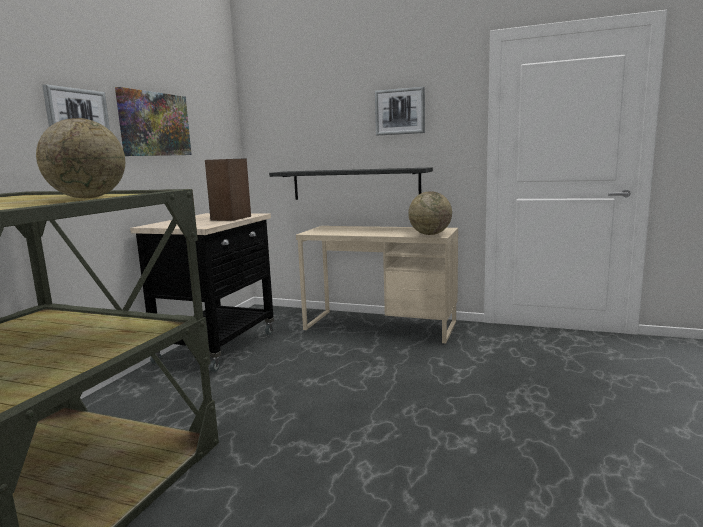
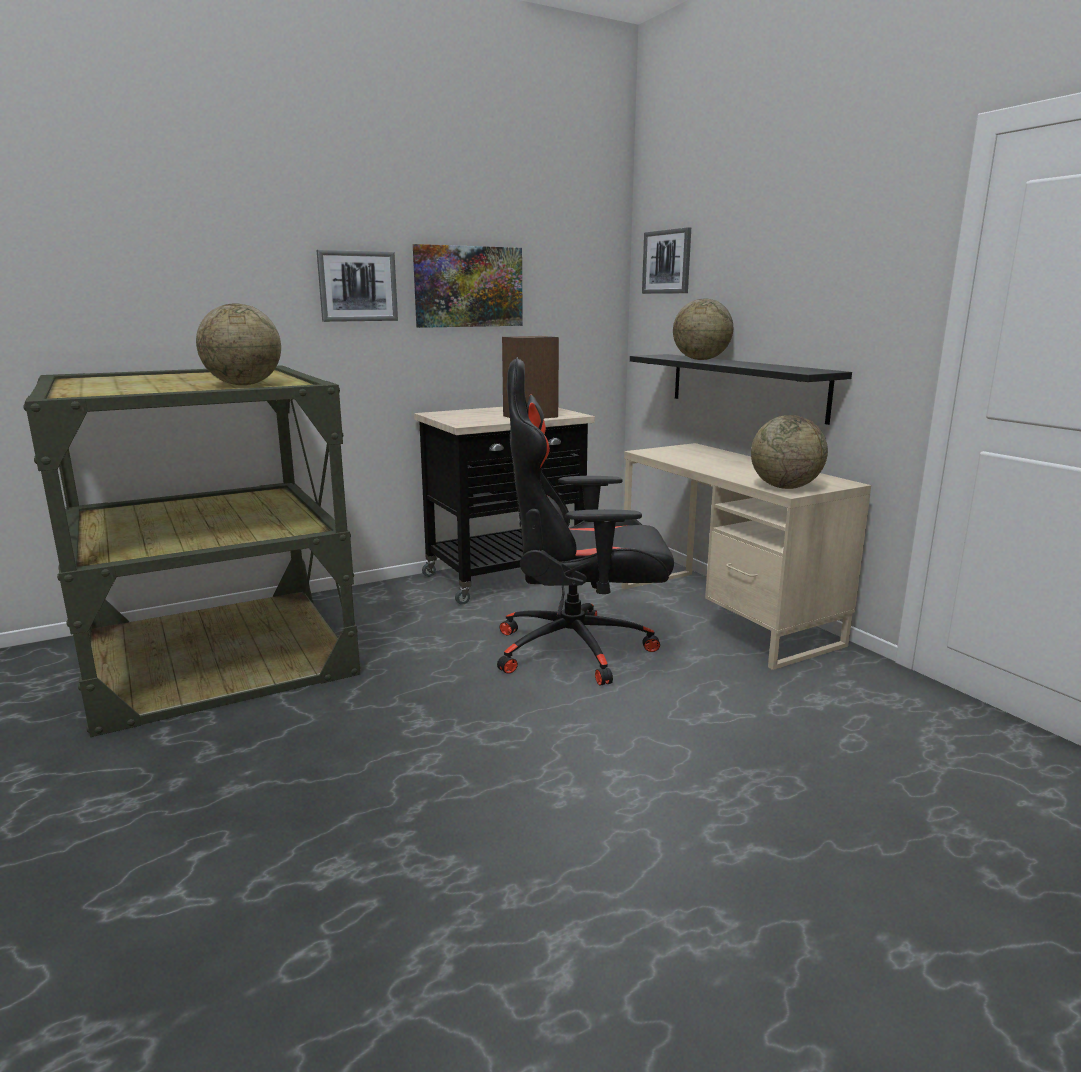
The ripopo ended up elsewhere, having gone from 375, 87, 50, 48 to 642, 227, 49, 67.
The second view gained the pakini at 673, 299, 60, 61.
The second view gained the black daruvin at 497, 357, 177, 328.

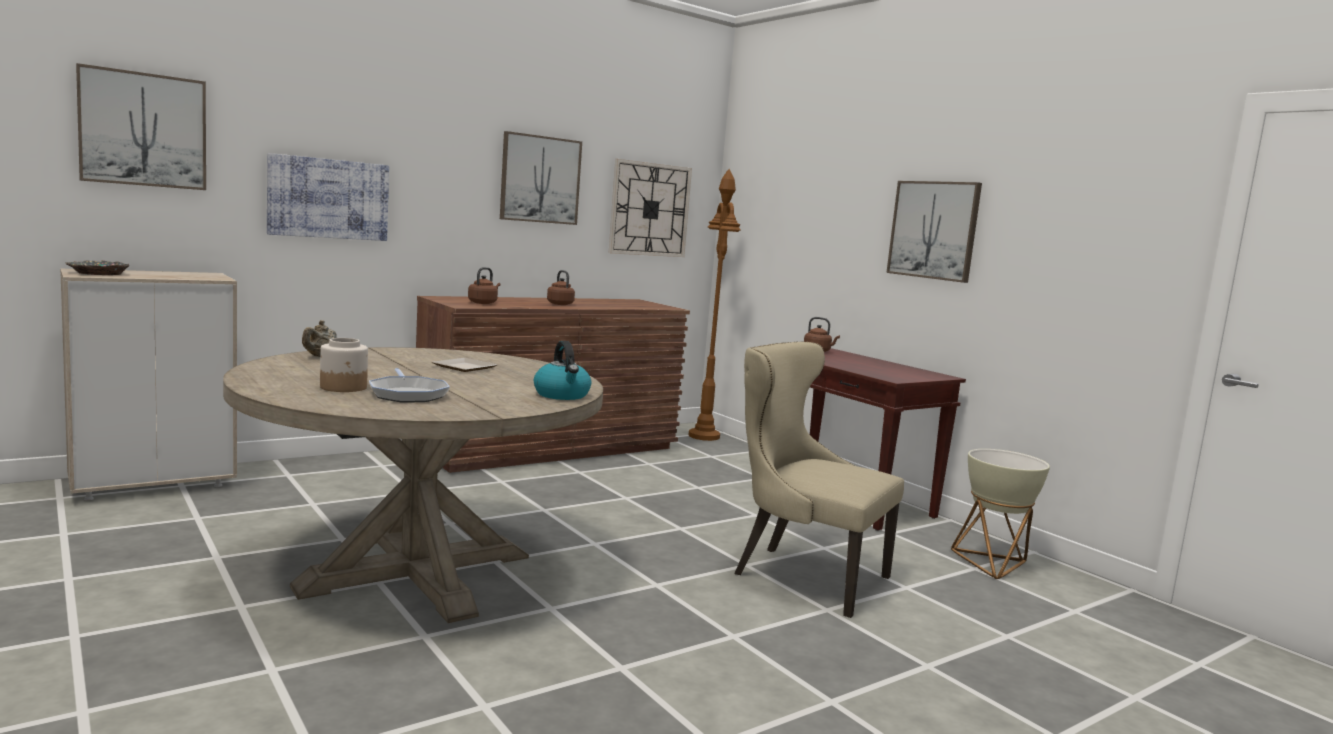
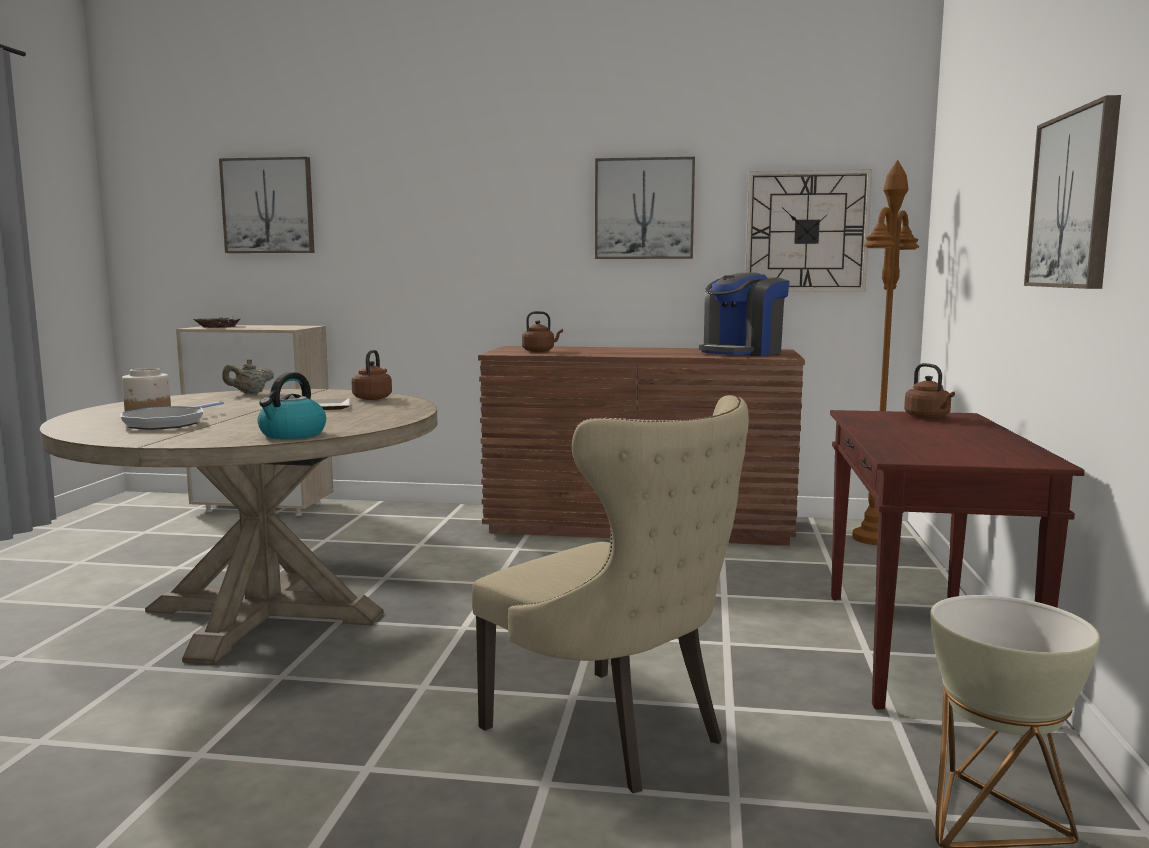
The second view lost the ripopo at 267, 153, 122, 88.
The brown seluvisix ended up elsewhere, having gone from 547, 270, 28, 35 to 351, 350, 41, 50.
The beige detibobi at 735, 341, 169, 277 ended up facing another way, 150 degrees clockwise from before.
The second view gained the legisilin at 699, 272, 90, 84.

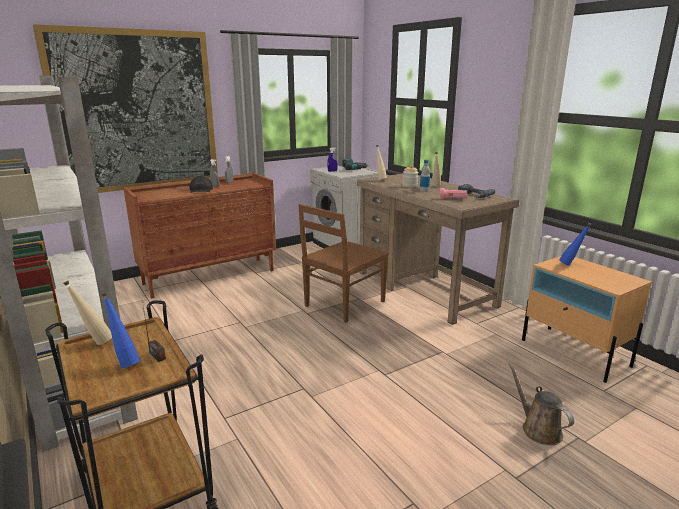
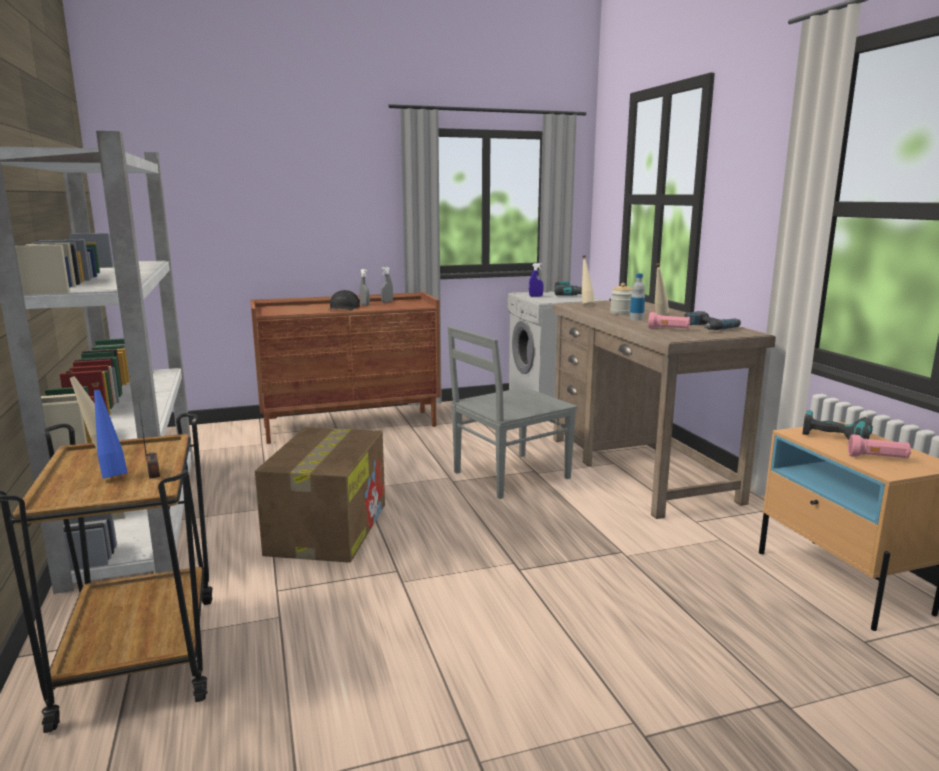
The second view lost the ripopo at 33, 24, 185, 169.
What was the brown detibobi at 298, 204, 91, 119 turned into the grey detibobi at 448, 326, 129, 173.
Where the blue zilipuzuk stood at 559, 223, 33, 42, the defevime came to stand at 802, 410, 71, 30.
The second view lost the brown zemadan at 508, 363, 66, 82.
The second view gained the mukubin at 255, 427, 130, 136.
The second view gained the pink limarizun at 848, 434, 63, 25.

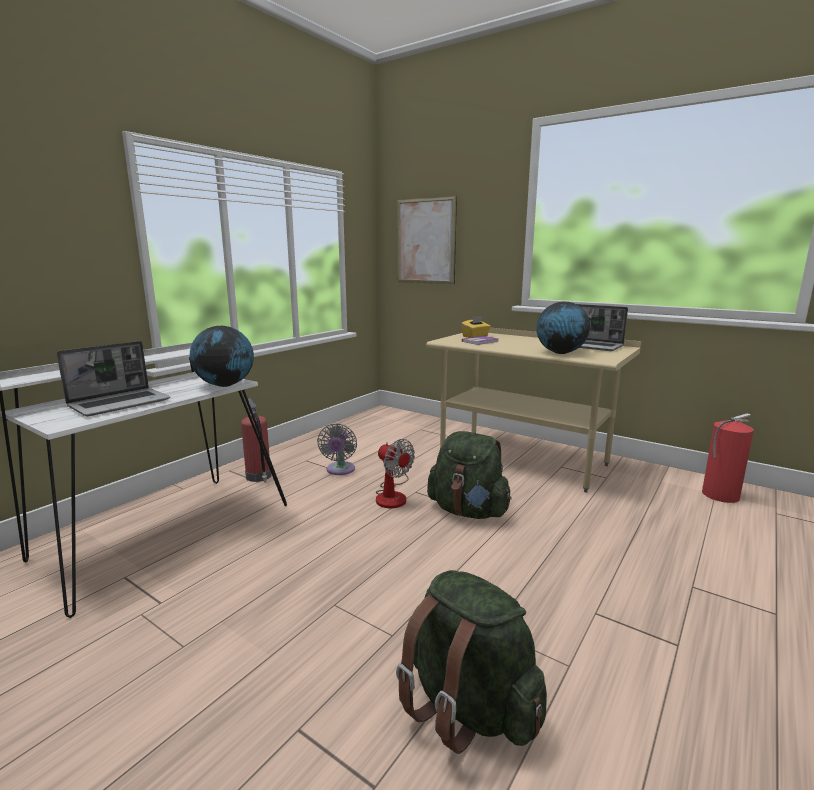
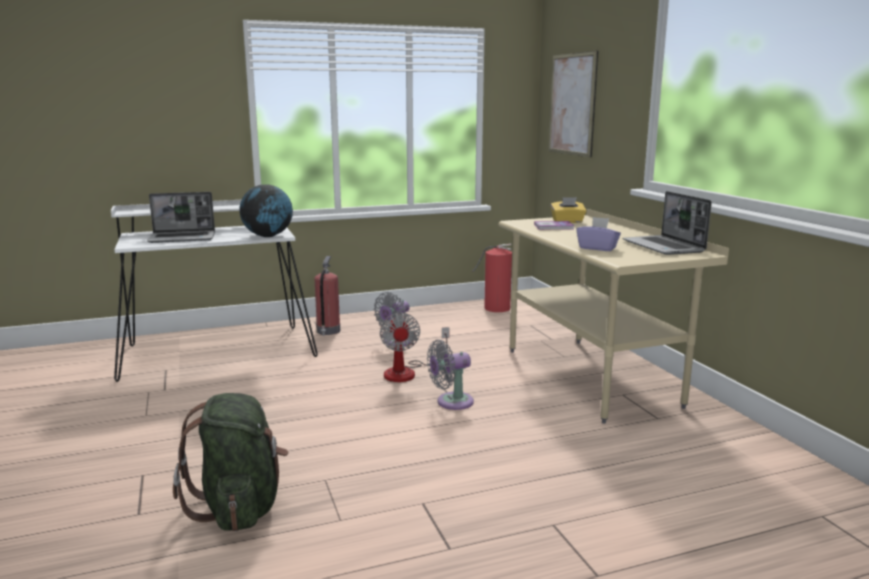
Where the pakini stood at 536, 302, 54, 52, the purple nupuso came to stand at 576, 217, 45, 34.
The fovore ended up elsewhere, having gone from 702, 413, 52, 90 to 472, 244, 40, 68.
Where the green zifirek stood at 427, 431, 85, 88, the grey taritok came to stand at 427, 340, 47, 70.

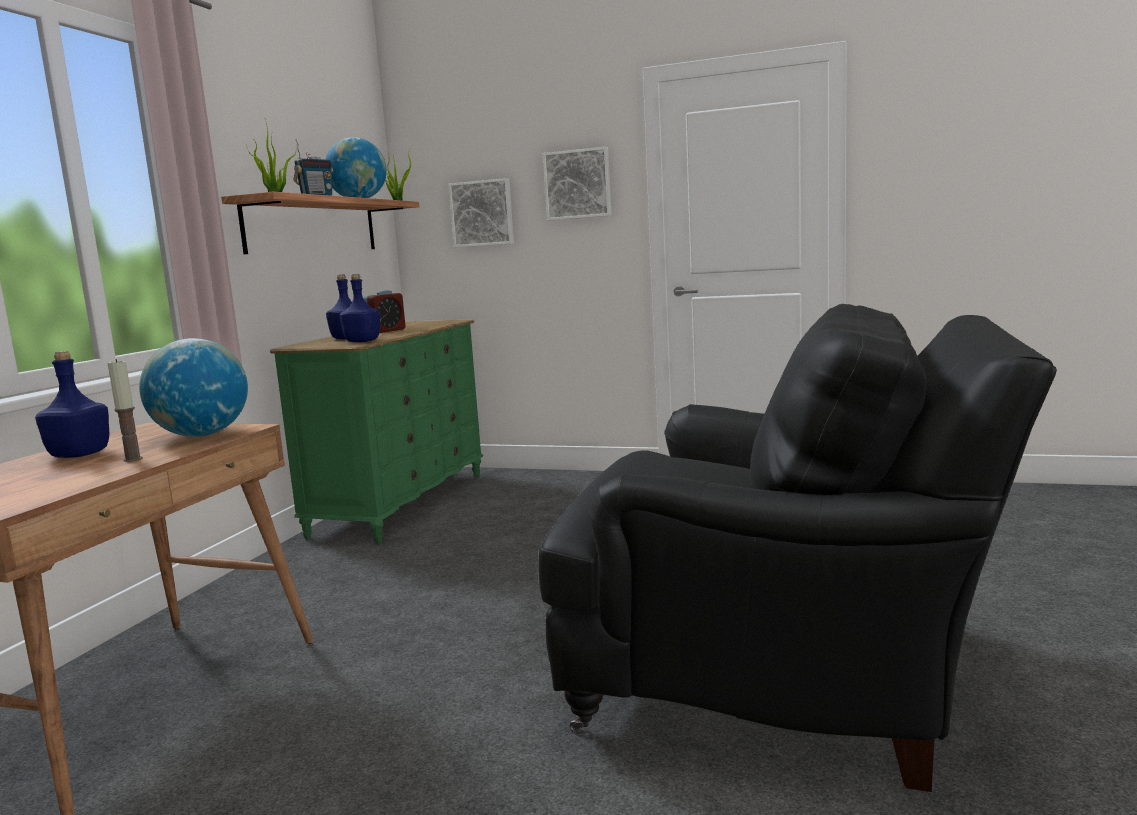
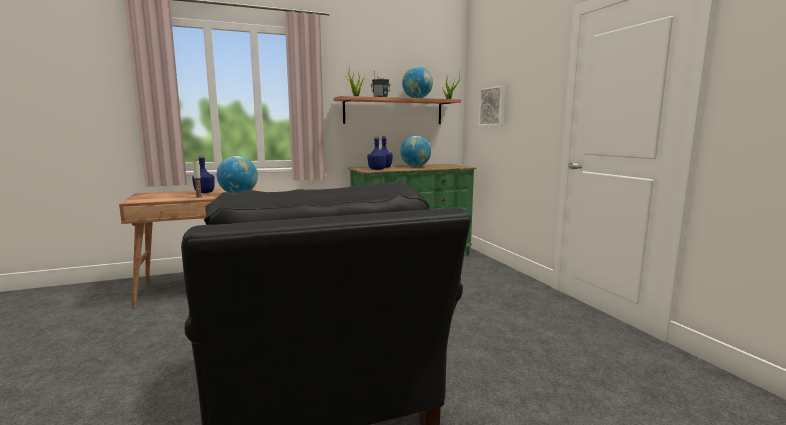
The second view lost the ripopo at 543, 147, 69, 73.
Where the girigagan stood at 363, 290, 42, 43, the pakini came to stand at 400, 136, 31, 31.

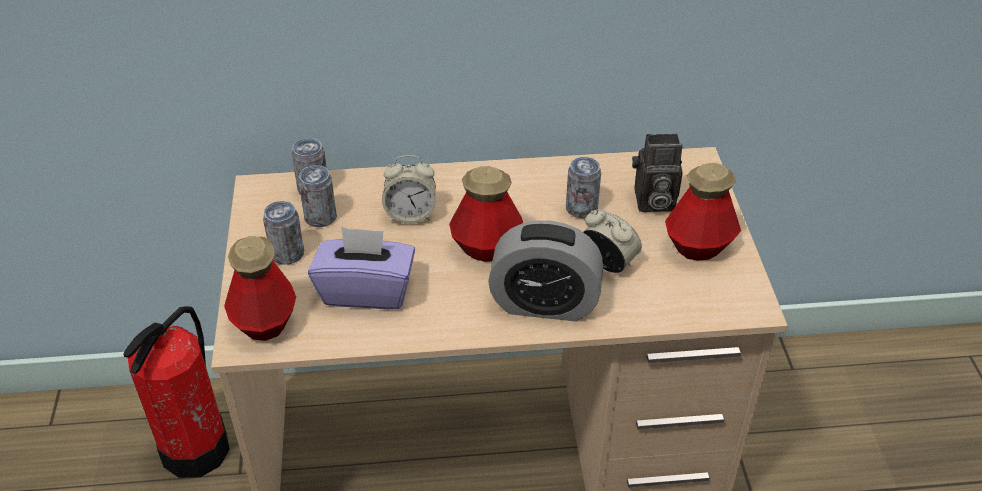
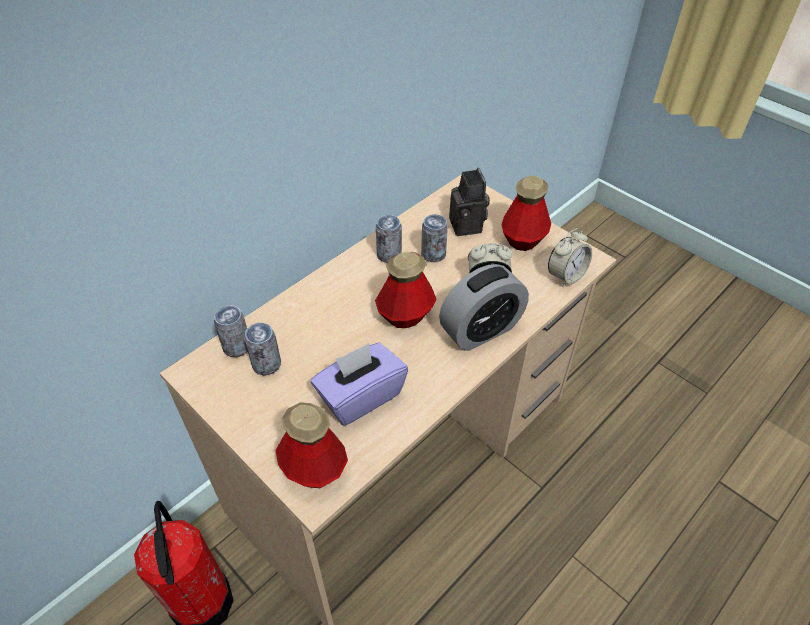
The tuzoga at 632, 134, 51, 78 ended up facing another way, 60 degrees counterclockwise from before.
The girigagan ended up elsewhere, having gone from 382, 155, 54, 69 to 548, 228, 44, 59.
The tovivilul ended up elsewhere, having gone from 263, 201, 41, 64 to 376, 215, 26, 48.

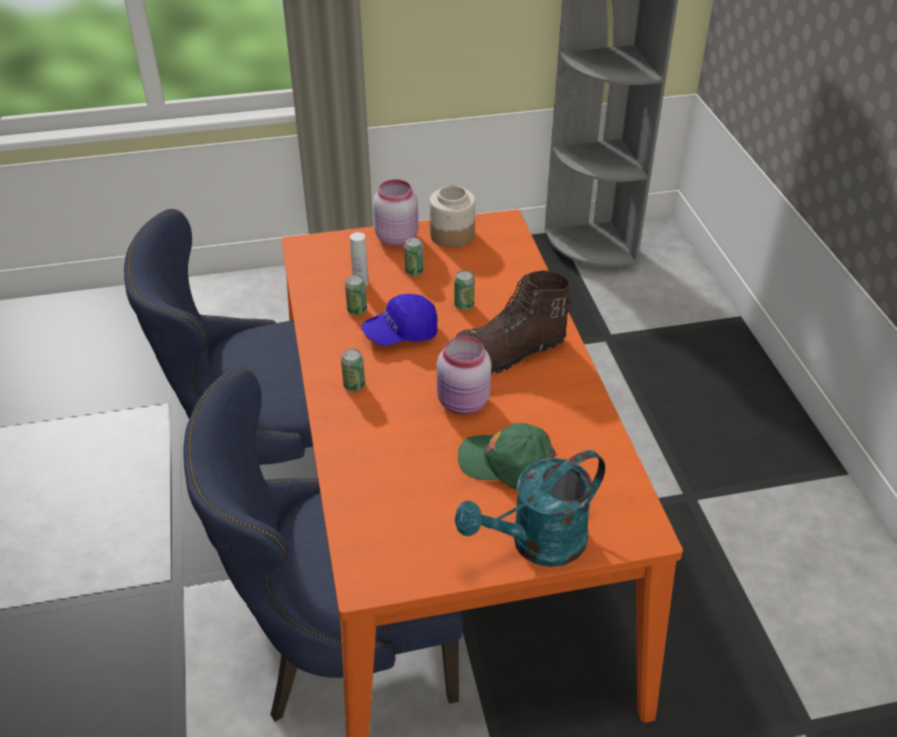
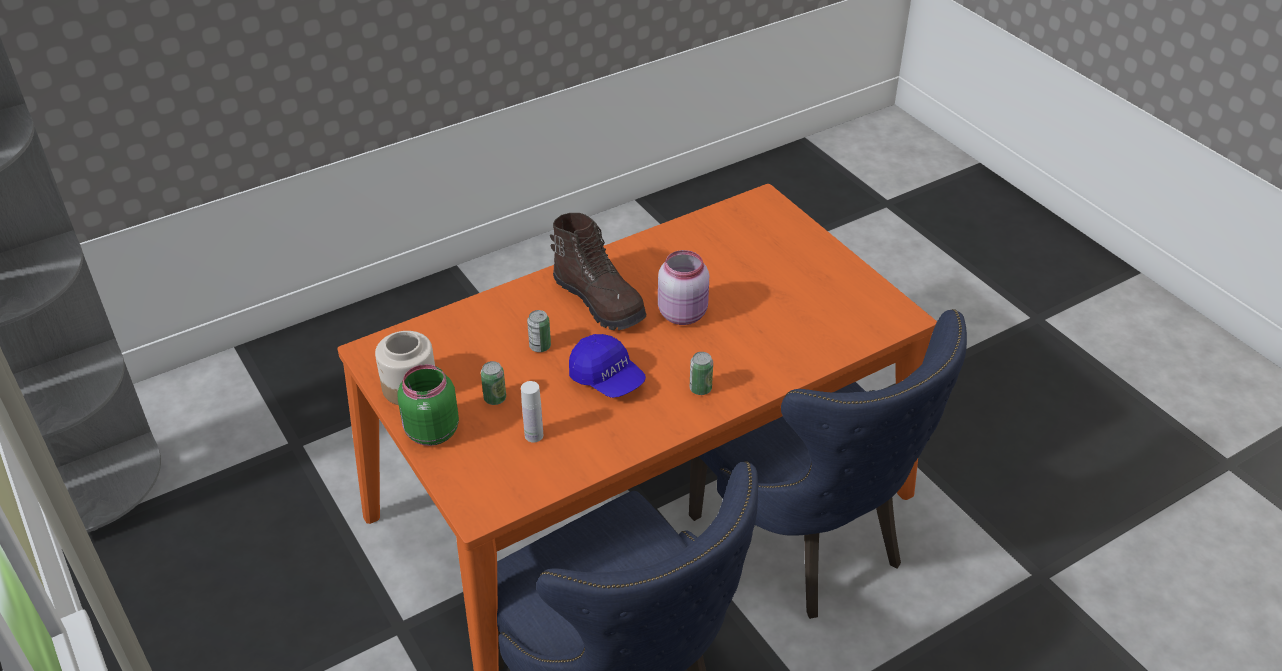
What was the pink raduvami at 373, 179, 45, 67 turned into the green raduvami at 397, 364, 62, 82.
The second view lost the tovivilul at 345, 275, 22, 40.
The second view lost the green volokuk at 458, 423, 99, 67.
The second view lost the turquoise zemadan at 455, 450, 150, 117.

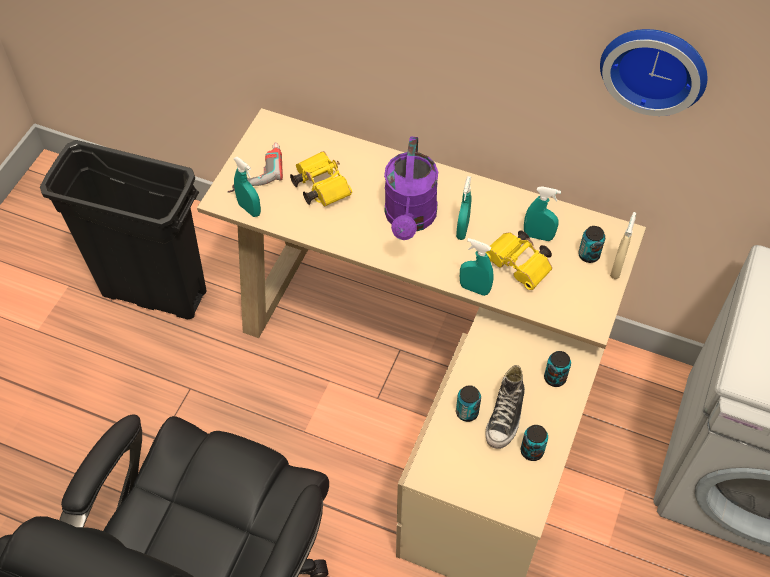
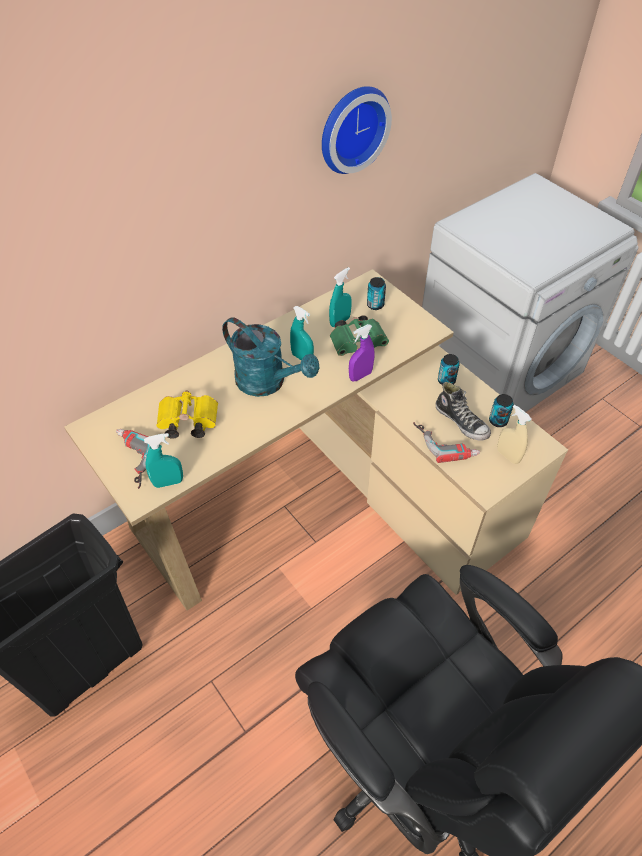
What was the purple zemadan at 384, 136, 54, 104 turned into the turquoise zemadan at 222, 317, 98, 80.
The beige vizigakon ended up elsewhere, having gone from 610, 212, 26, 67 to 497, 405, 35, 59.
What was the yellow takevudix at 486, 231, 66, 59 turned into the green takevudix at 330, 315, 59, 41.
What was the turquoise vizigakon at 460, 238, 34, 58 turned into the purple vizigakon at 349, 324, 25, 57.
Where the tovivilul stood at 456, 385, 25, 37, the defevime came to stand at 413, 422, 67, 41.

